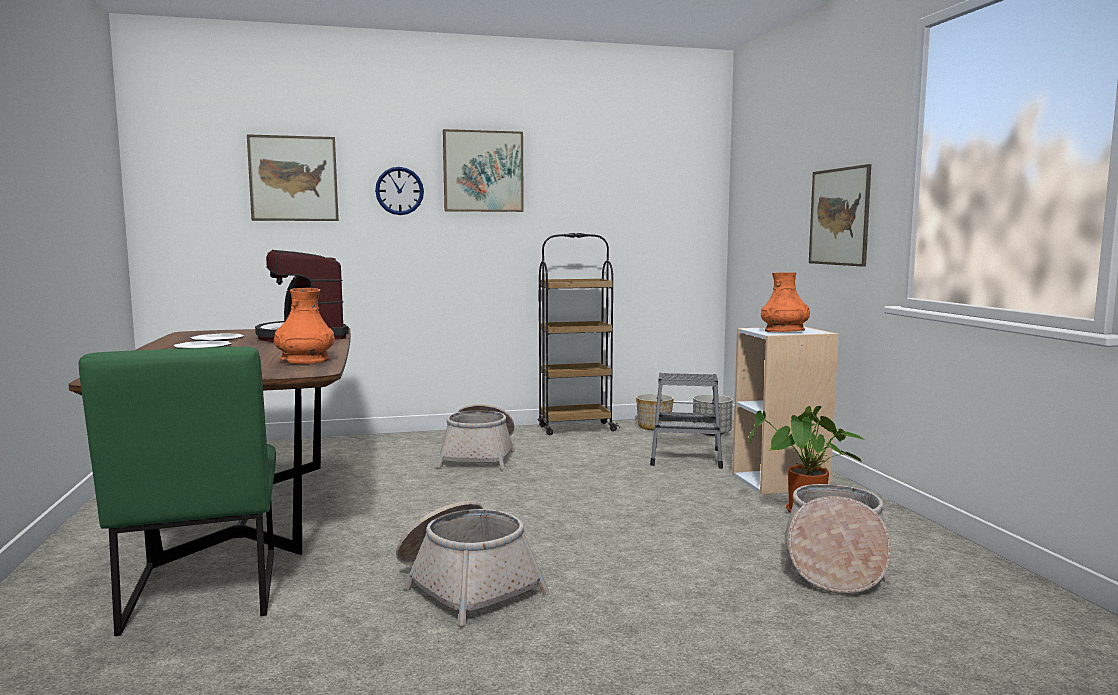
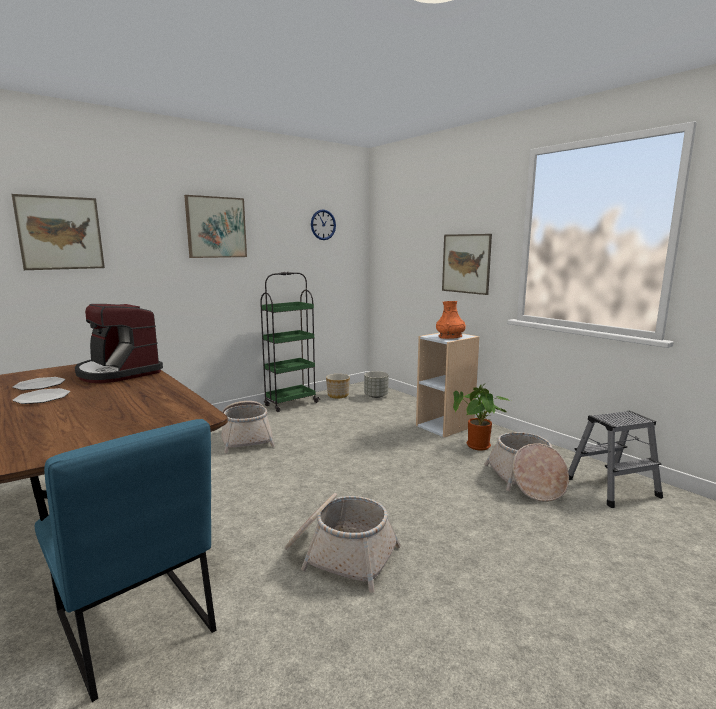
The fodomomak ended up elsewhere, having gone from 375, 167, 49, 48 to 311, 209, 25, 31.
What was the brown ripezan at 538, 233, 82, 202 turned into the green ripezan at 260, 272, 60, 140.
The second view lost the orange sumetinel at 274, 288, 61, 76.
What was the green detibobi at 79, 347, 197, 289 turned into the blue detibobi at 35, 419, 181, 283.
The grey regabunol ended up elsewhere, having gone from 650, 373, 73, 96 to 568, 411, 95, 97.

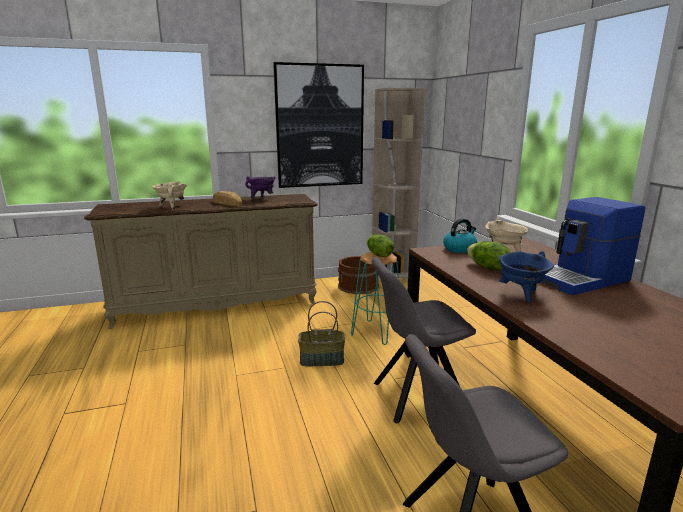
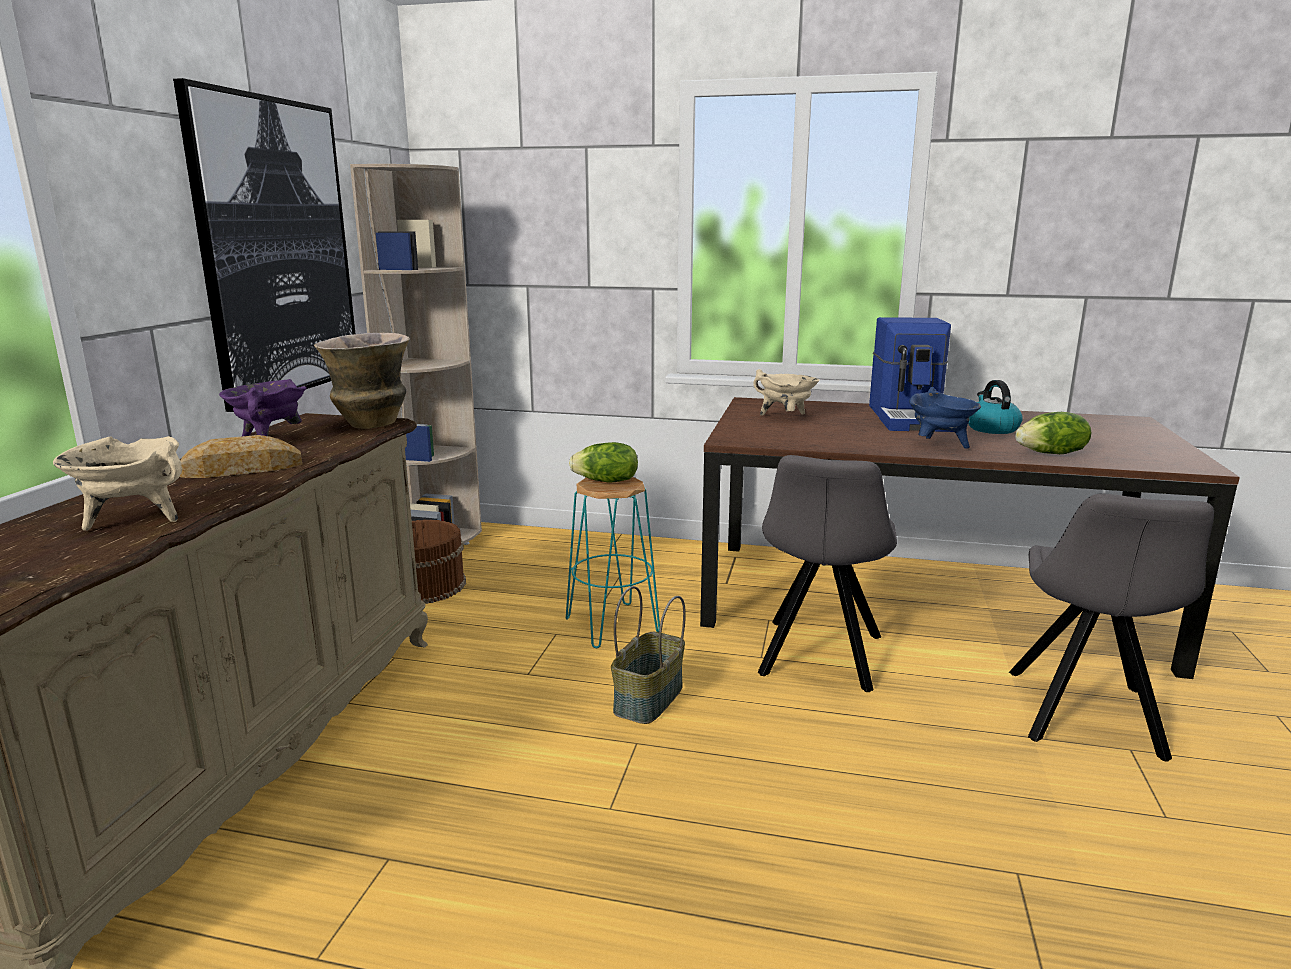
The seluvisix ended up elsewhere, having gone from 443, 218, 34, 35 to 968, 380, 55, 54.
The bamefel ended up elsewhere, having gone from 467, 241, 44, 29 to 1015, 412, 76, 42.
The second view gained the sumetinel at 314, 333, 96, 96.

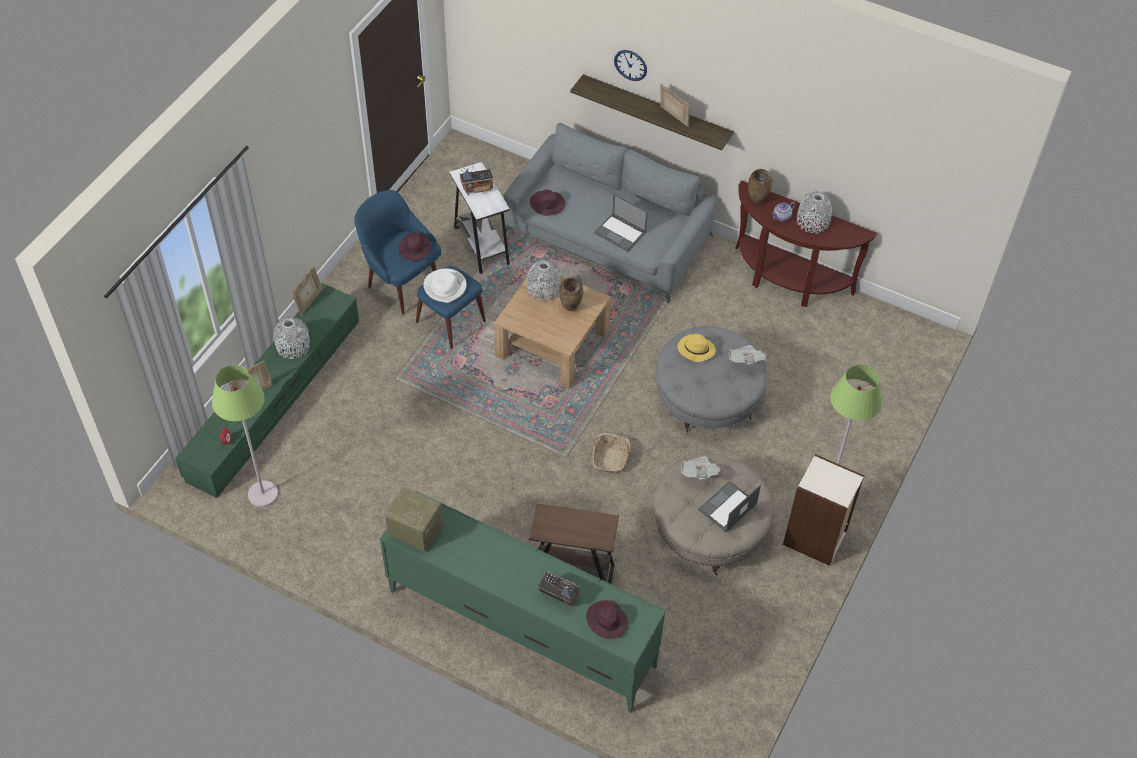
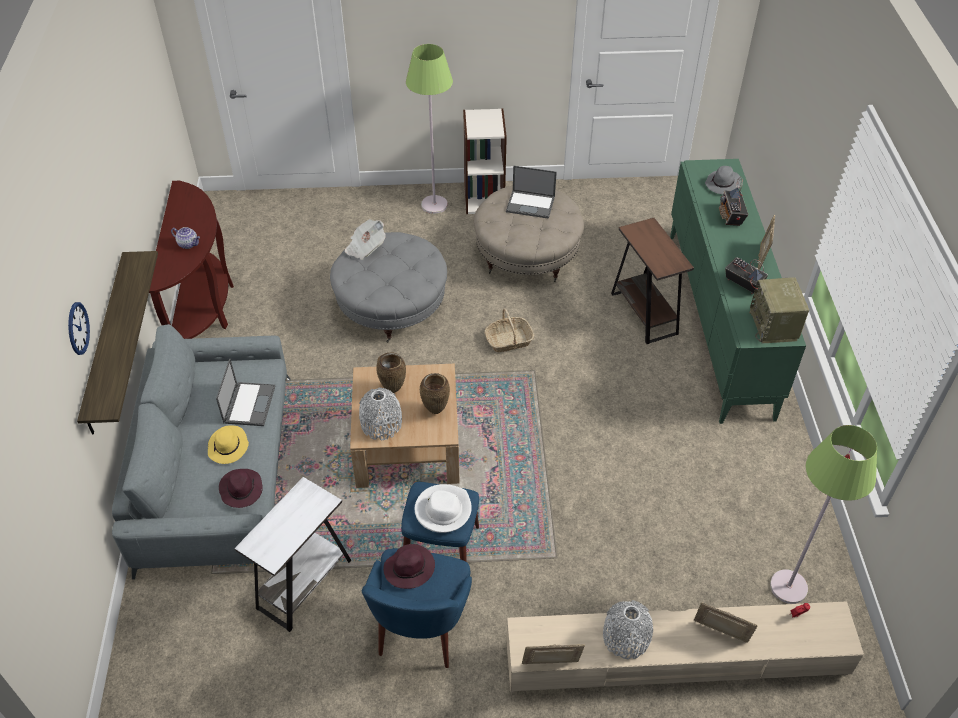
The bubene ended up elsewhere, having gone from 660, 84, 29, 43 to 758, 215, 17, 54.
The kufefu ended up elsewhere, having gone from 460, 161, 33, 34 to 725, 257, 43, 37.
The brown sumetinel ended up elsewhere, having gone from 748, 169, 24, 34 to 420, 373, 30, 41.
The second view lost the grey sumetinel at 797, 191, 35, 43.
What was the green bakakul at 175, 283, 184, 215 turned into the beige bakakul at 507, 601, 357, 91.
The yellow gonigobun ended up elsewhere, having gone from 678, 334, 38, 28 to 208, 425, 41, 39.
The second view lost the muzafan at 681, 456, 40, 24.
What was the purple gonigobun at 586, 600, 42, 39 turned into the grey gonigobun at 705, 166, 36, 28.

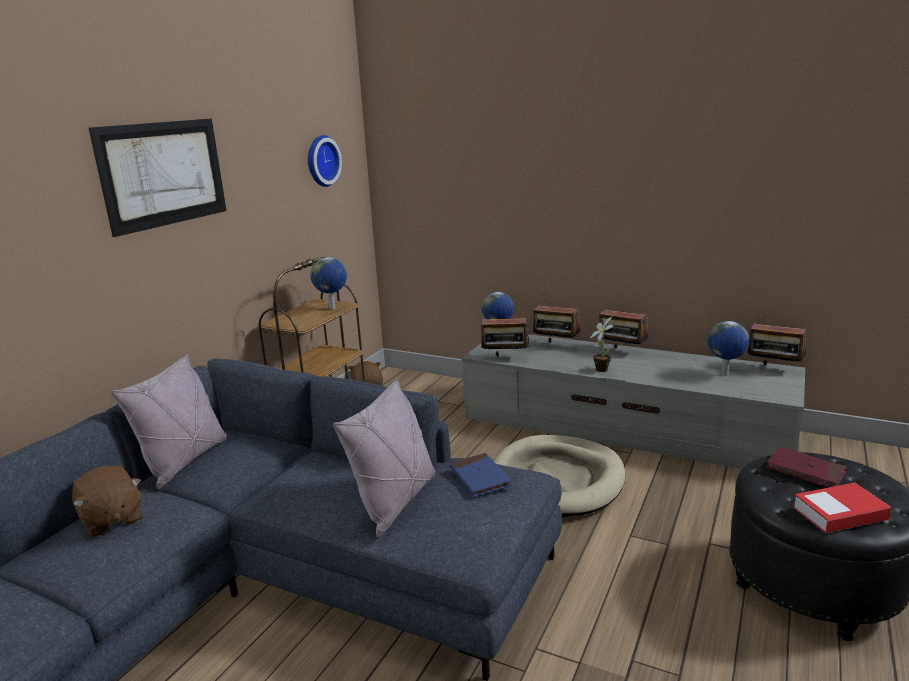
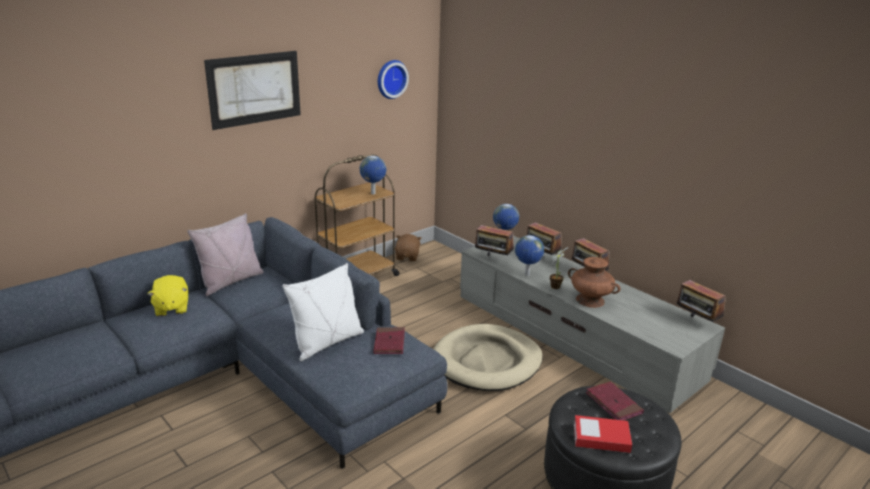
The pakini ended up elsewhere, having gone from 708, 321, 41, 55 to 515, 235, 29, 41.
What was the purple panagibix at 333, 378, 102, 159 turned into the white panagibix at 282, 263, 82, 99.
What was the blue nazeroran at 449, 453, 63, 44 turned into the red nazeroran at 373, 327, 32, 27.
What was the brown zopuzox at 72, 466, 70, 72 turned into the yellow zopuzox at 147, 275, 41, 41.
The second view gained the brown sumetinel at 568, 257, 53, 51.

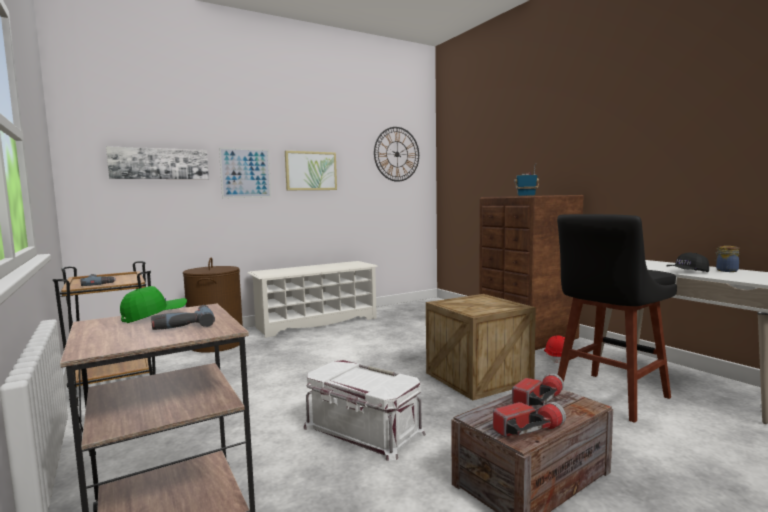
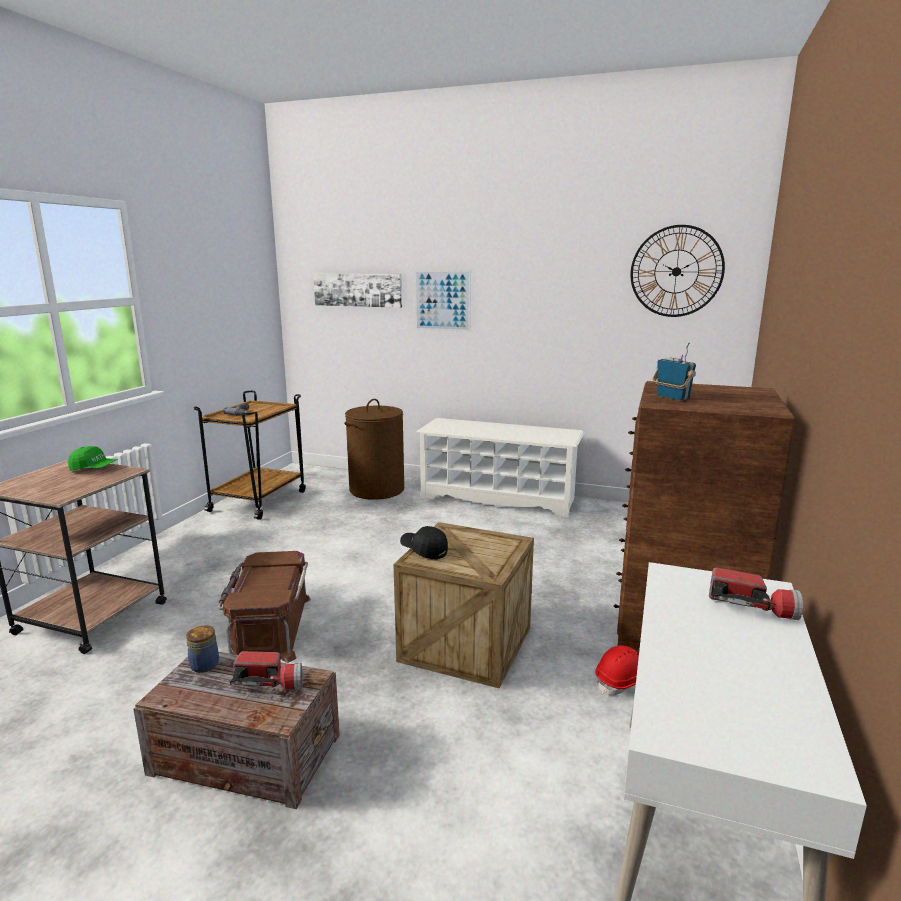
The second view lost the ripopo at 285, 151, 52, 39.
The second view lost the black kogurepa at 557, 214, 120, 209.
The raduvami ended up elsewhere, having gone from 715, 246, 24, 26 to 186, 626, 33, 47.
The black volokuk ended up elsewhere, having gone from 667, 252, 42, 20 to 400, 526, 48, 34.
The second view lost the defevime at 151, 305, 64, 25.
What was the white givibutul at 304, 360, 122, 101 turned into the brown givibutul at 218, 551, 93, 112.
The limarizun ended up elsewhere, having gone from 493, 402, 73, 36 to 709, 568, 94, 52.

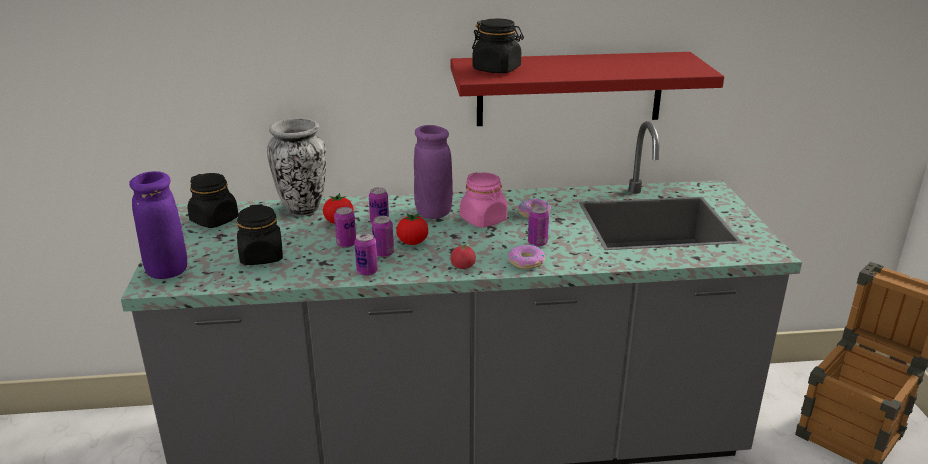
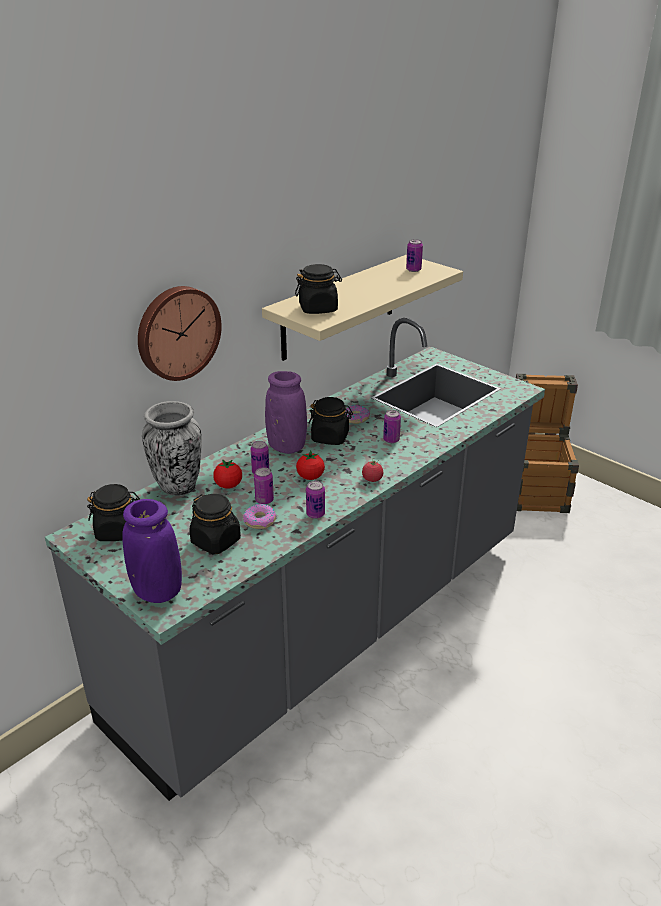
What was the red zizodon at 451, 52, 273, 74 turned into the beige zizodon at 262, 255, 201, 106.
What was the pink raduvami at 460, 172, 47, 56 turned into the black raduvami at 309, 397, 44, 48.
The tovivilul ended up elsewhere, having gone from 372, 216, 22, 41 to 406, 239, 17, 33.
The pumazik ended up elsewhere, having gone from 508, 244, 37, 25 to 243, 503, 33, 26.
The second view gained the fodomomak at 138, 286, 84, 95.

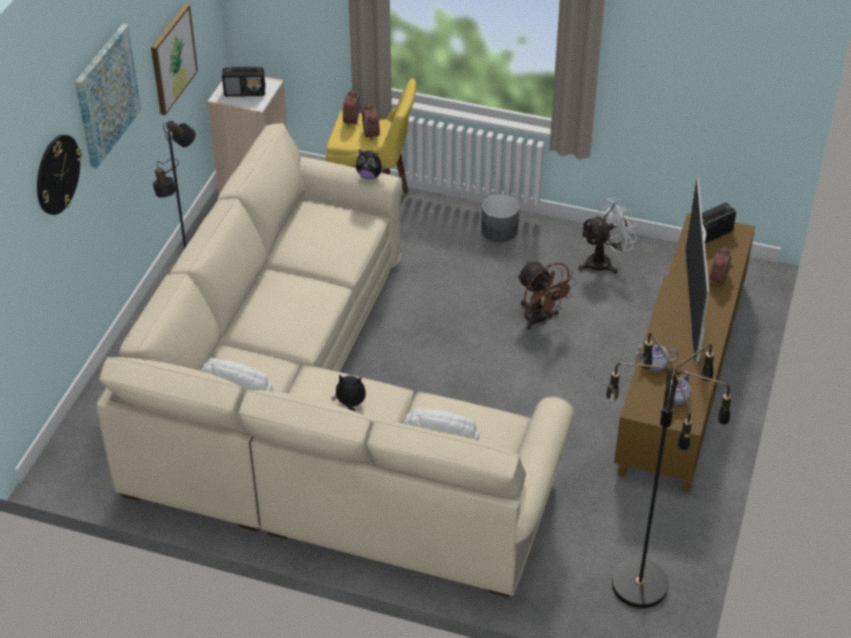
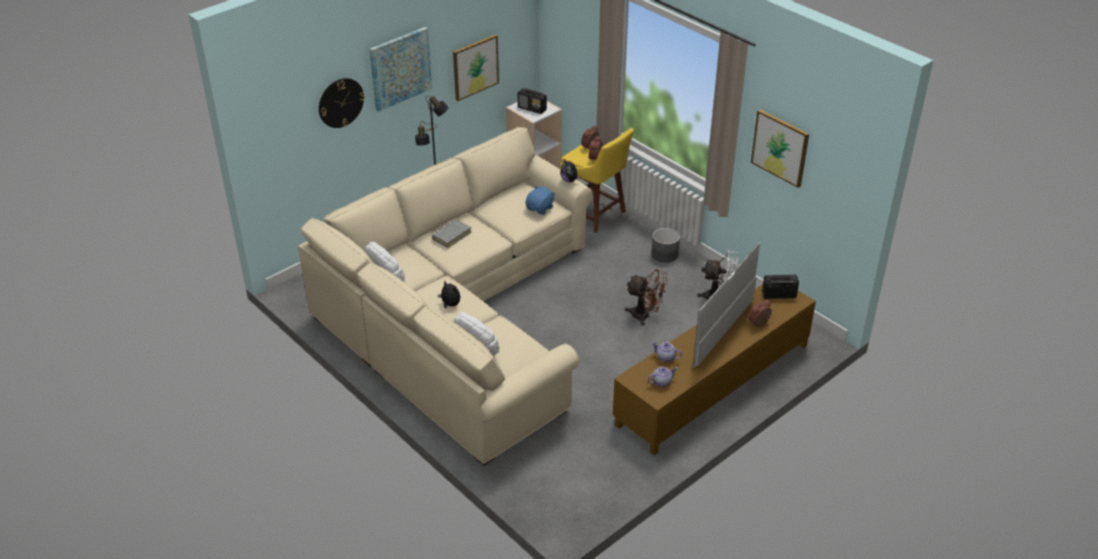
The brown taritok at 517, 261, 60, 69 ended up facing another way, 60 degrees counterclockwise from before.
The second view lost the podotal at 606, 333, 126, 275.
The second view gained the ripopo at 751, 110, 58, 78.
The second view gained the blue zopuzox at 526, 186, 29, 29.
The second view gained the grey nazeroran at 432, 219, 40, 29.

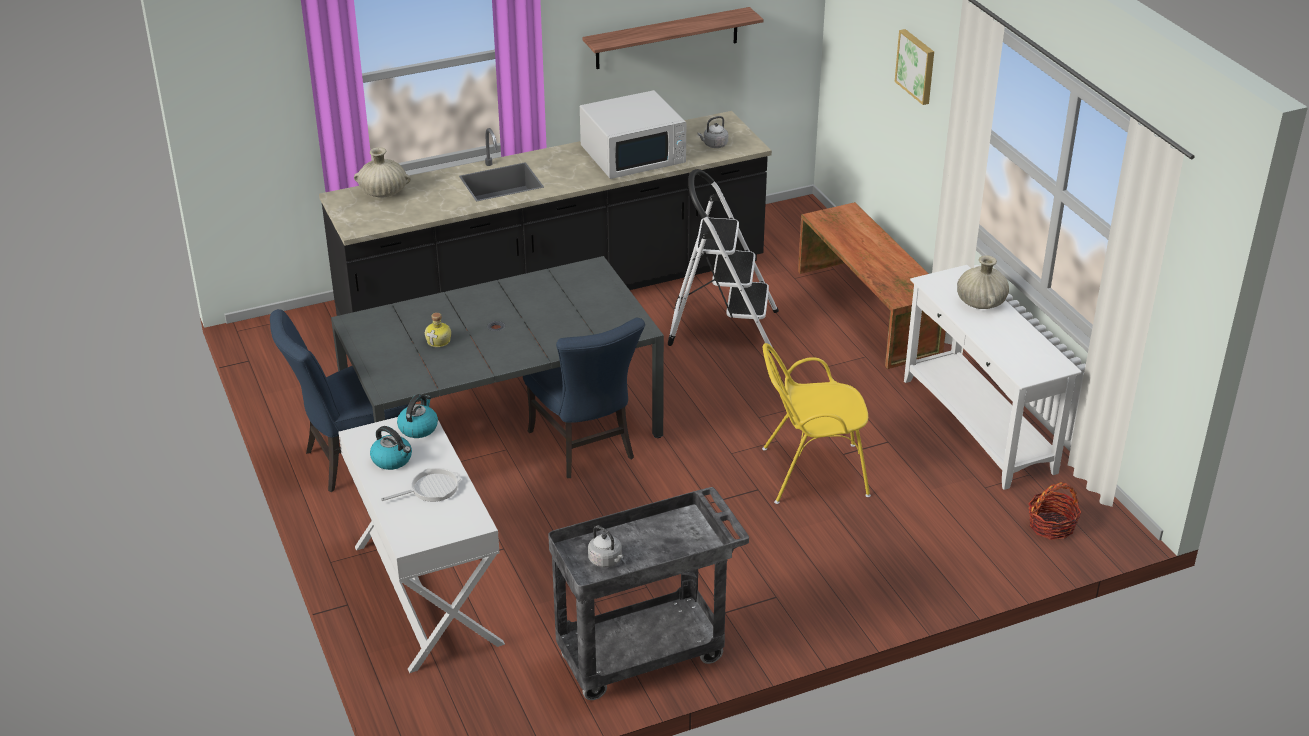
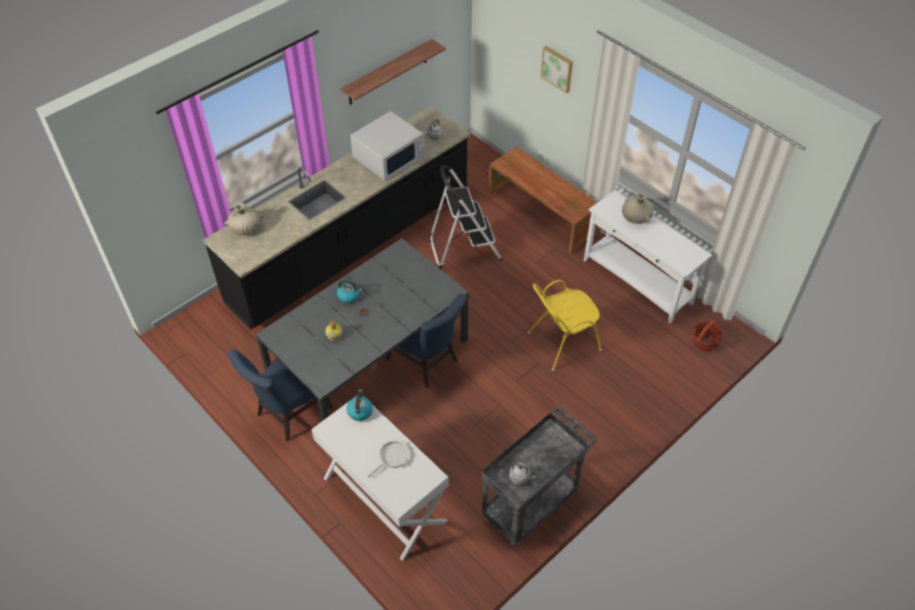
The seluvisix ended up elsewhere, having gone from 370, 426, 42, 44 to 337, 280, 26, 23.

